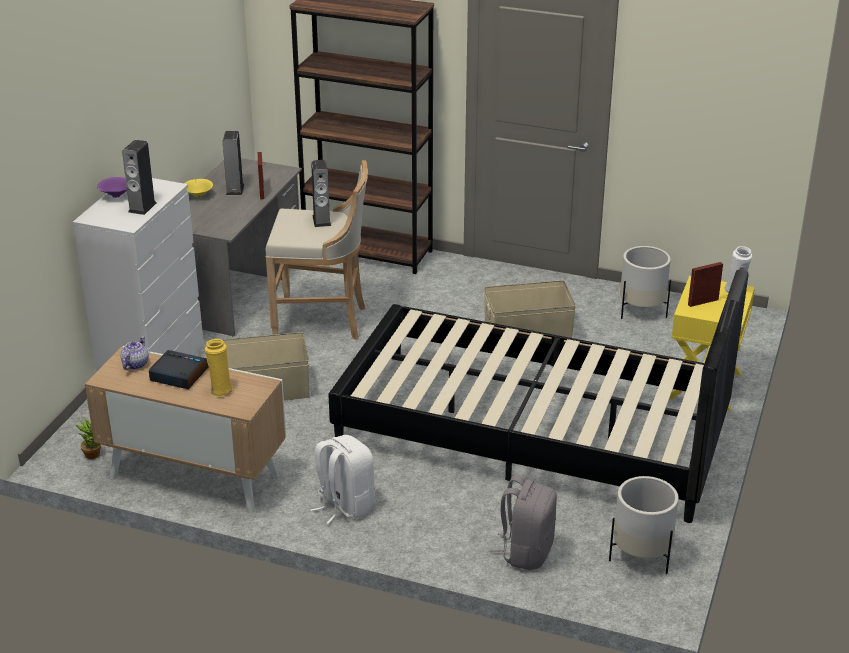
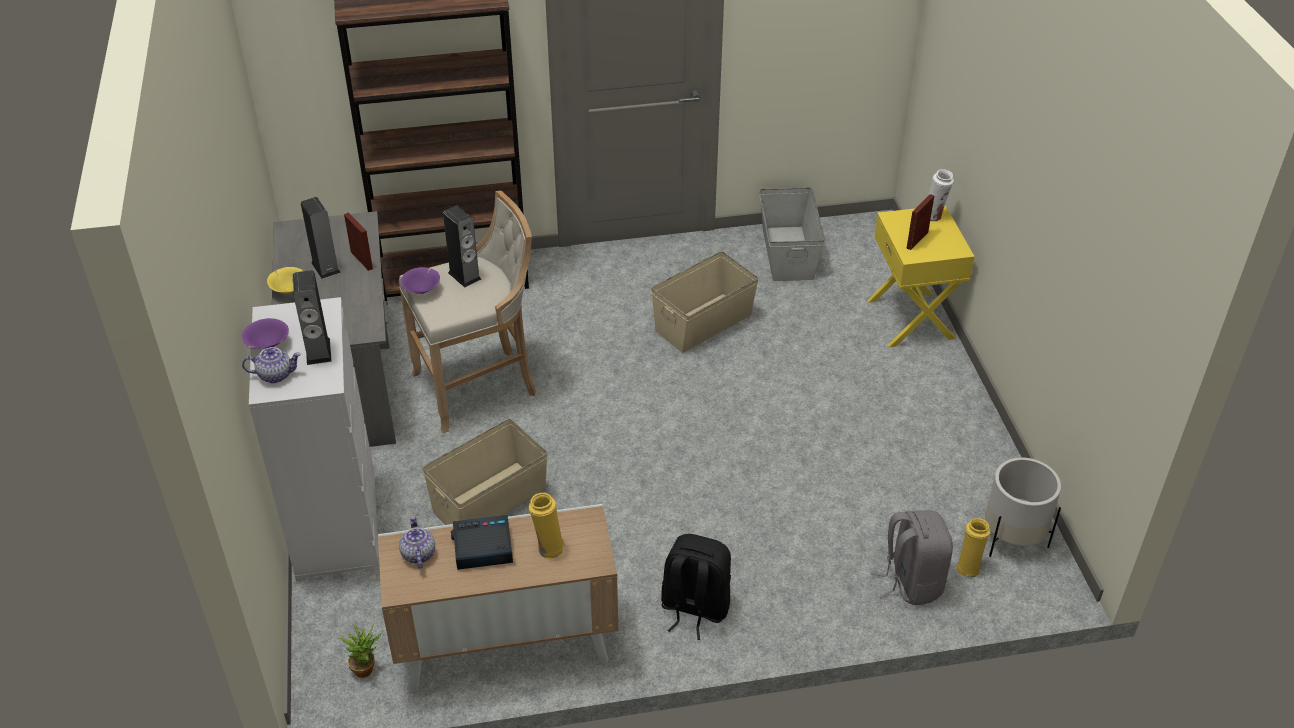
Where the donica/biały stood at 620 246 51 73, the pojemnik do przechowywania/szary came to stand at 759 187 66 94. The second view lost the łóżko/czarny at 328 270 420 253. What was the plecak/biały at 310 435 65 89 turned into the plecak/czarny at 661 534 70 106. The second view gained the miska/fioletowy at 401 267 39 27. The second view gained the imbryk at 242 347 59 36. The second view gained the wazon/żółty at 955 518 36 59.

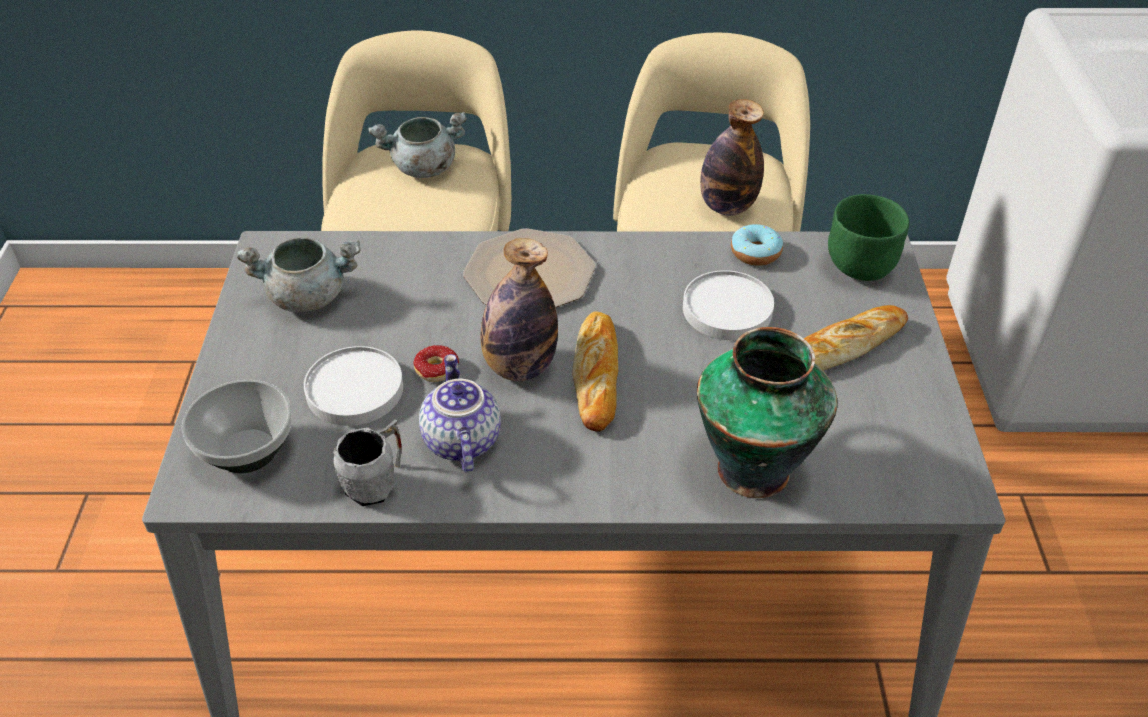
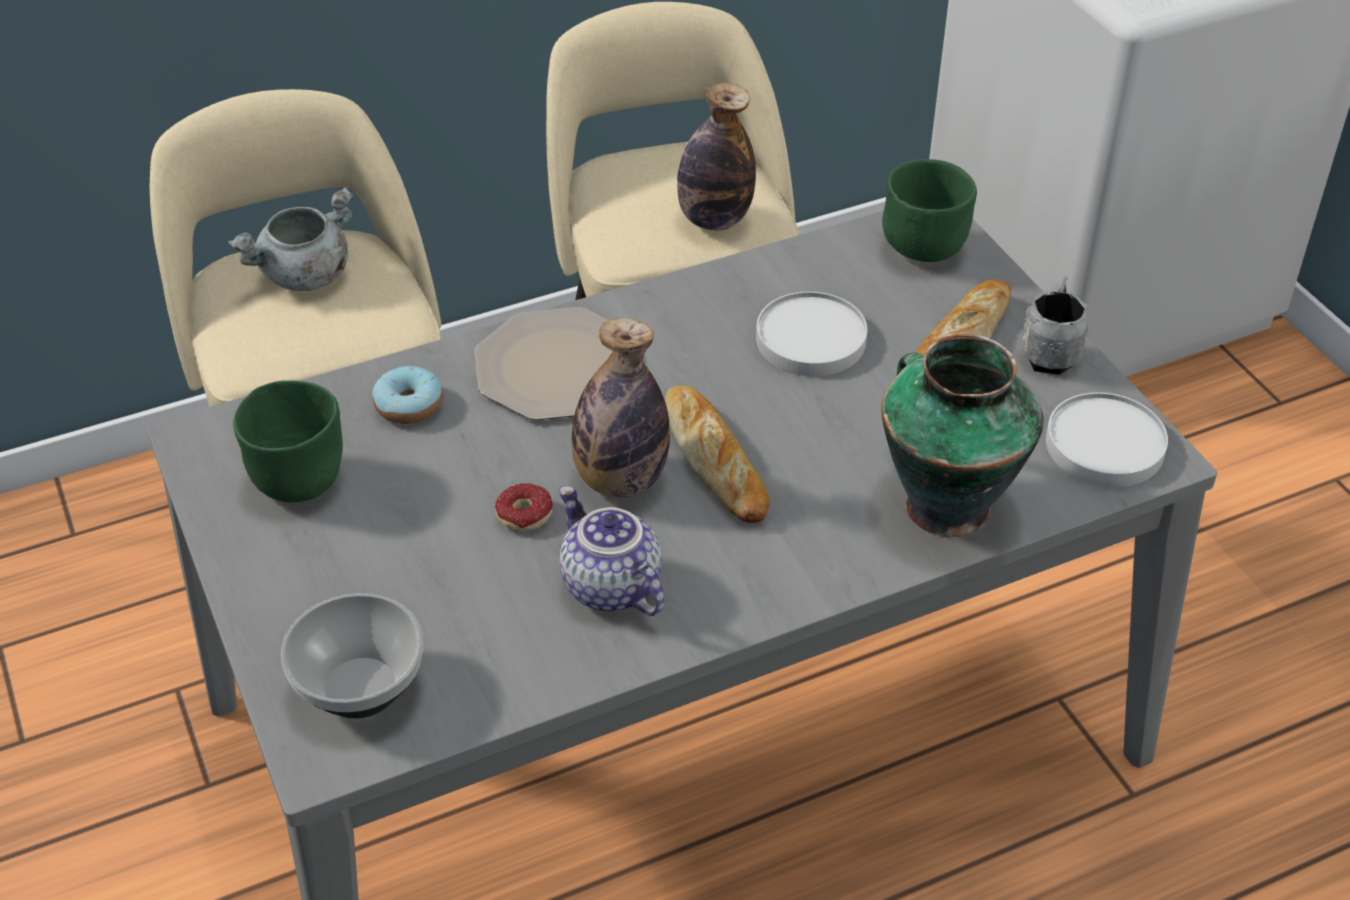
The donut ended up elsewhere, having gone from 731 224 52 42 to 372 366 71 58. Where the garnek/szary stood at 237 237 124 75, the miska/zielony came to stand at 233 380 110 122. The talerz/biały ended up elsewhere, having gone from 304 346 99 80 to 1046 392 122 95. The kubek/szary ended up elsewhere, having gone from 333 420 69 86 to 1021 277 67 98.

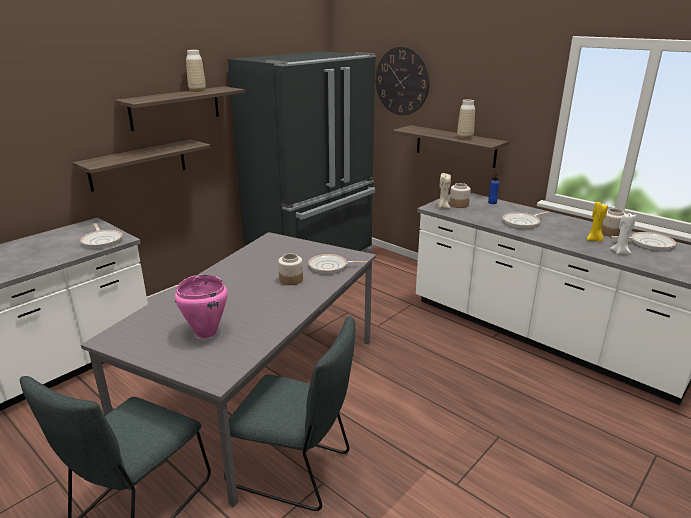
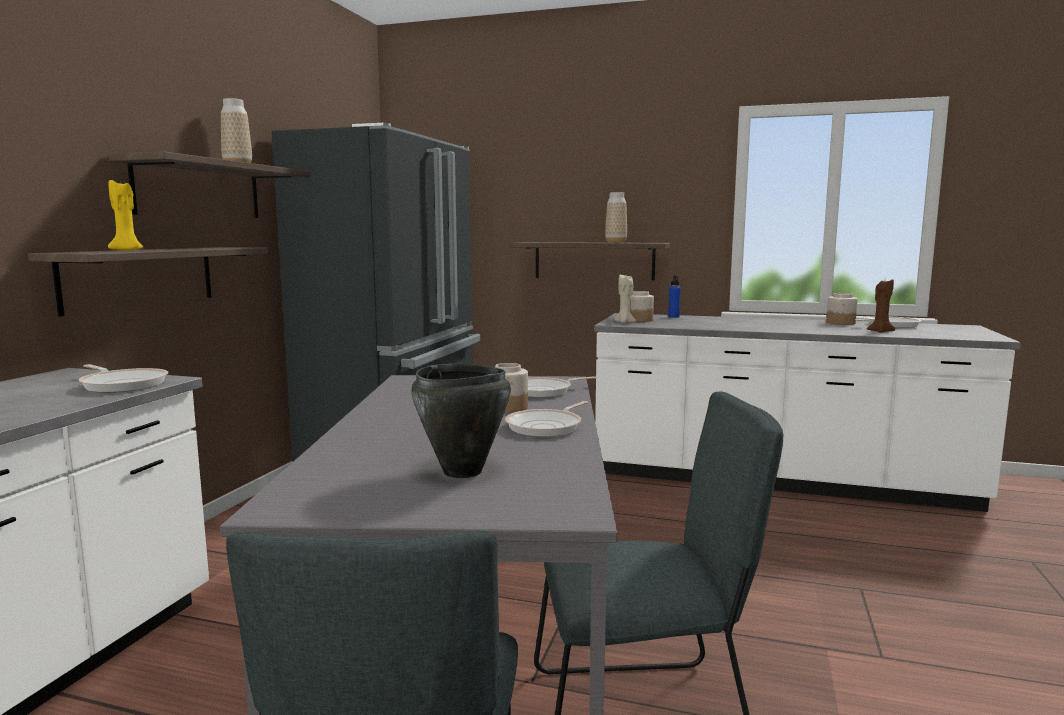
The second view lost the zegar ścienny at 375 46 55 69. The świeca/żółty ended up elsewhere, having gone from 587 202 21 40 to 108 180 35 70. The patelnia ended up elsewhere, having gone from 503 211 46 17 to 505 401 83 36. What was the świeca/biały at 610 213 26 42 turned into the świeca/brązowy at 867 279 28 54. What was the garnek/różowy at 175 274 53 64 turned into the garnek/czarny at 411 364 100 114.

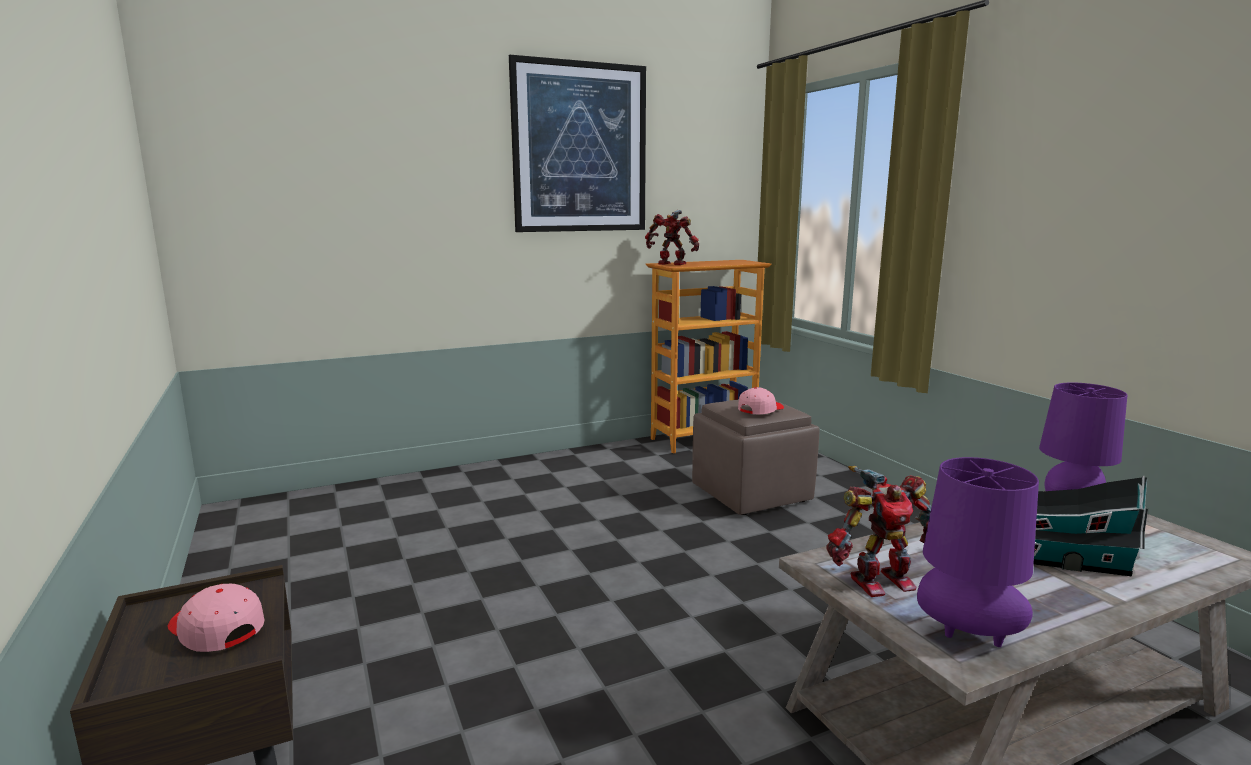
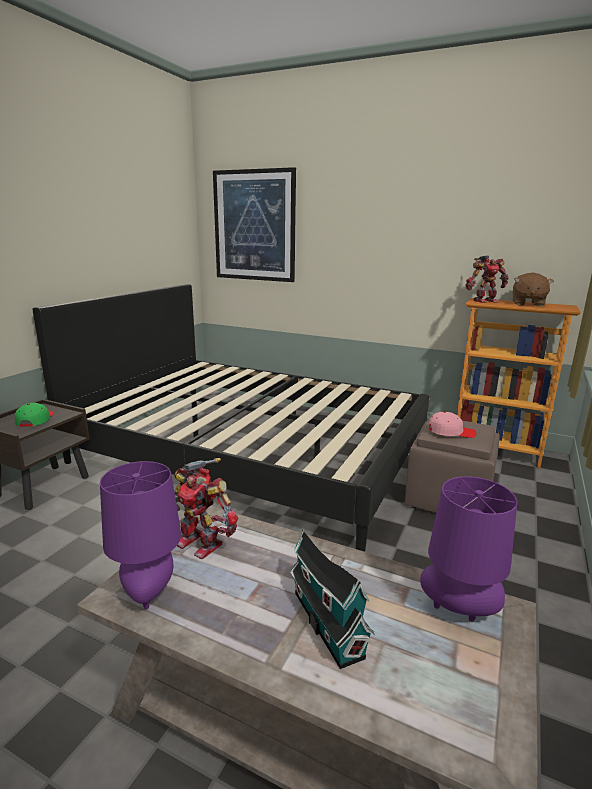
The obraz ended up elsewhere, having gone from 509 55 137 177 to 213 167 83 115. The robot zabawkowy at 645 210 54 55 ended up facing another way, 90 degrees clockwise from before. What was the czapka z daszkiem/różowy at 168 584 97 68 turned into the czapka z daszkiem/zielony at 15 403 39 24. The second view gained the pluszak/brązowy at 513 273 41 34. The second view gained the łóżko/czarny at 33 284 396 268.

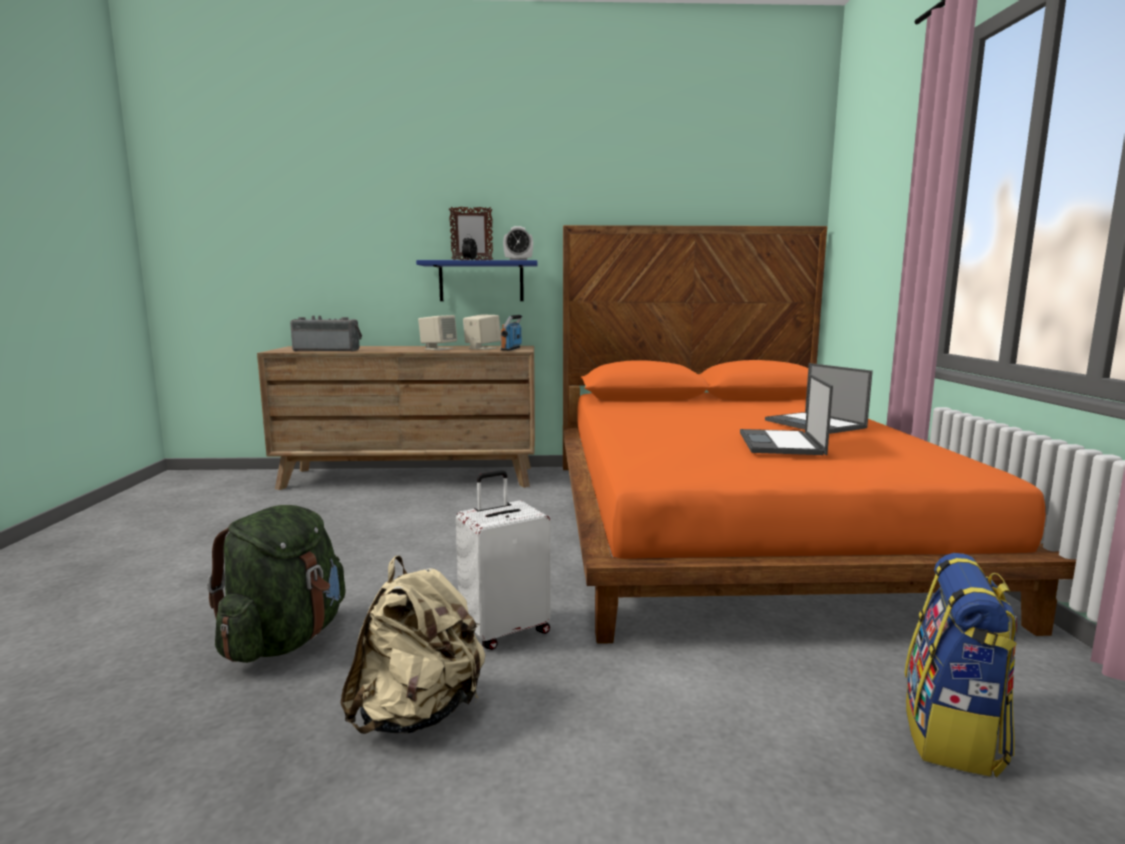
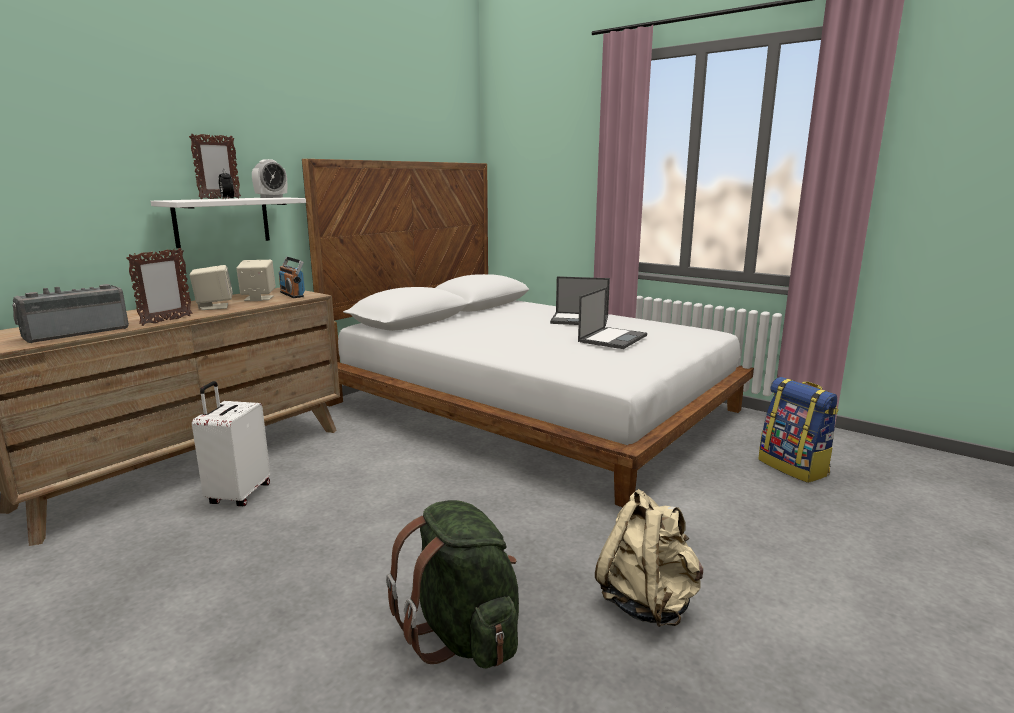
What was the łóżko/pomarańczowy at 563 225 513 419 turned into the łóżko/biały at 302 159 452 348. What was the półka/niebieski at 416 260 122 41 turned into the półka/biały at 150 197 156 51. The laptop at 740 374 93 81 ended up facing another way, 105 degrees counterclockwise from before. The walizka/biały ended up elsewhere, having gone from 456 470 95 180 to 192 381 78 125. The second view gained the ramka na zdjęcie at 126 248 66 78.

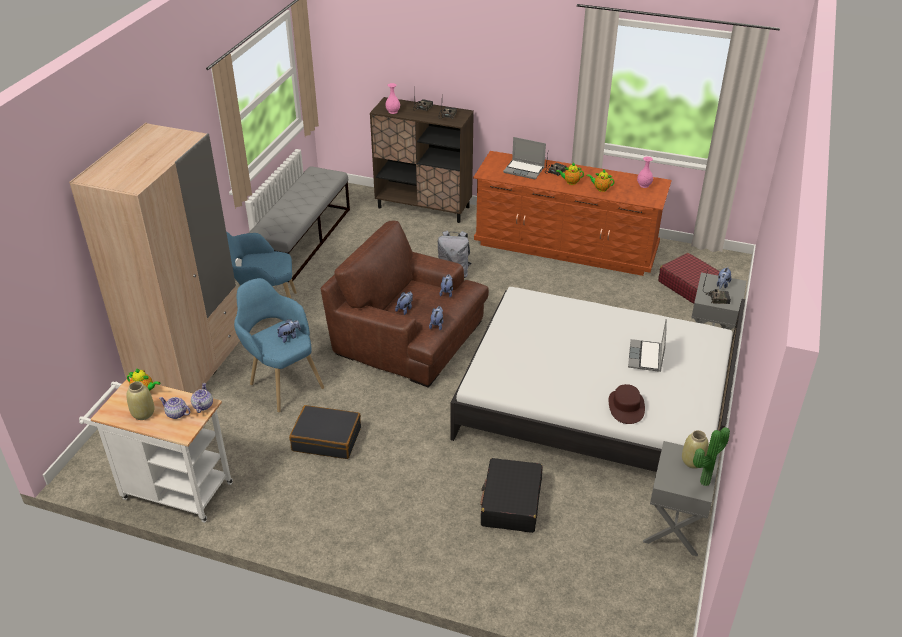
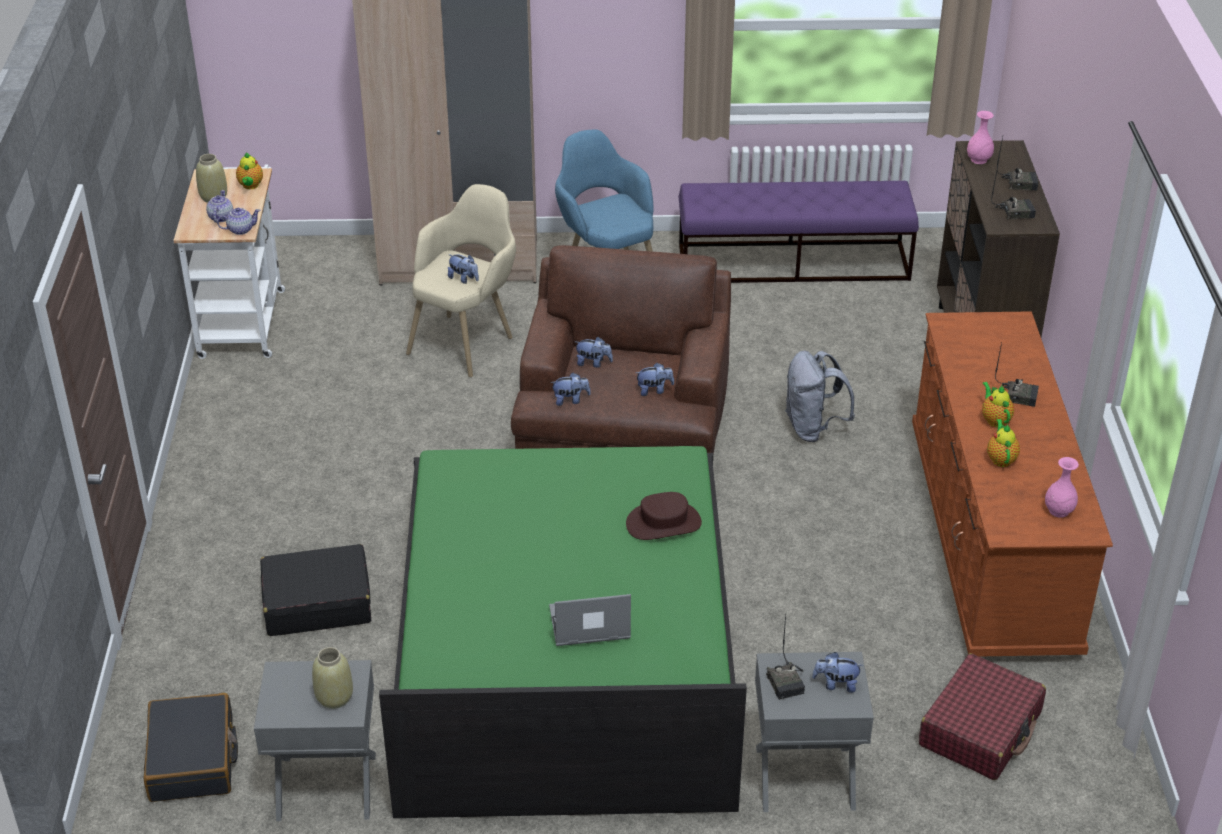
The second view lost the laptop at 503 137 43 42. What was the ławka/szary at 249 166 101 116 turned into the ławka/fioletowy at 678 181 241 102. What was the fotel/niebieski at 234 278 90 134 turned into the fotel/beżowy at 406 184 110 193. What was the łóżko/biały at 451 287 294 185 turned into the łóżko/zielony at 379 446 368 372. The kapelusz/brązowy ended up elsewhere, having gone from 609 384 36 40 to 626 492 76 48. The walizka/czarny ended up elsewhere, having gone from 289 405 72 54 to 144 693 94 109. The second view lost the roślina doniczkowa at 693 427 37 59.

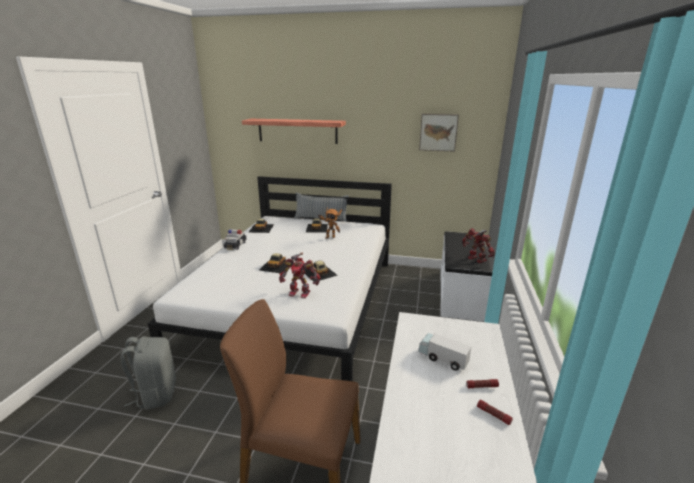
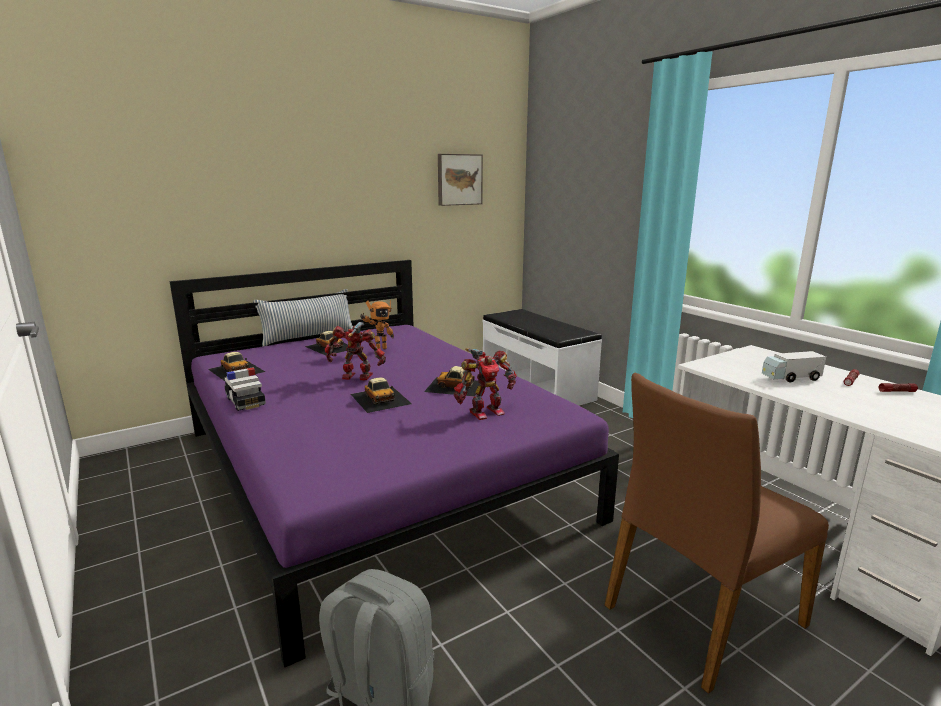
The second view lost the półka at 242 119 104 25. What was the łóżko/biały at 148 176 244 205 turned into the łóżko/fioletowy at 169 260 450 408. The robot zabawkowy ended up elsewhere, having gone from 462 228 33 35 to 325 322 61 58.

